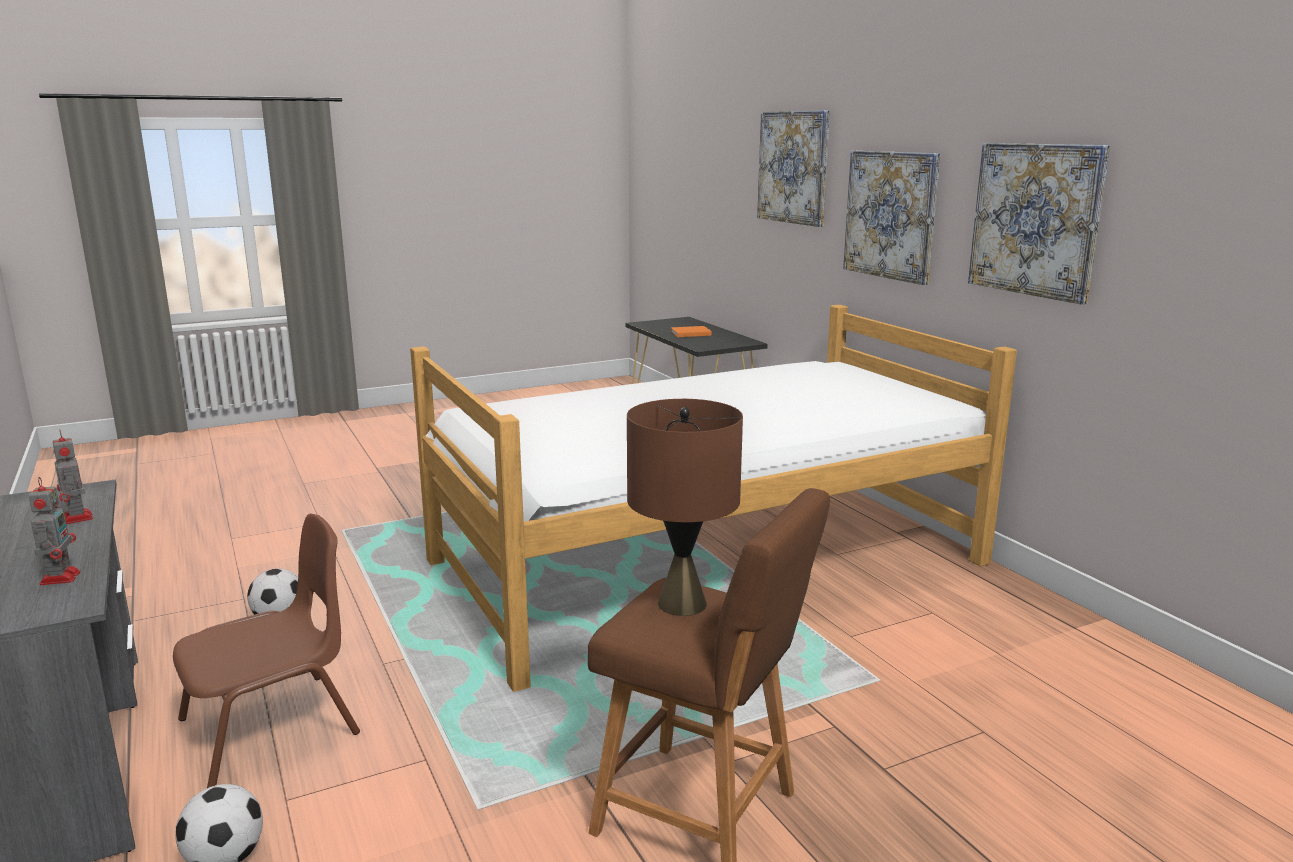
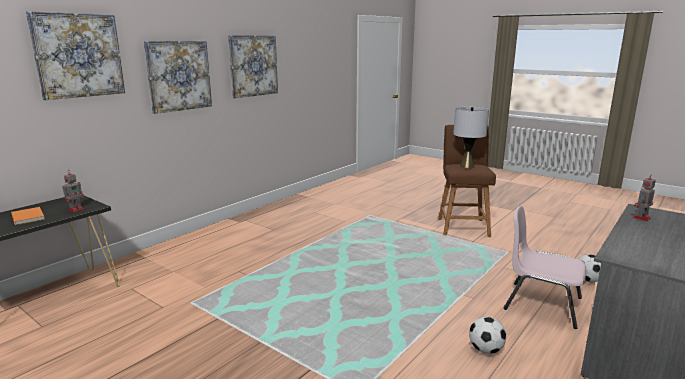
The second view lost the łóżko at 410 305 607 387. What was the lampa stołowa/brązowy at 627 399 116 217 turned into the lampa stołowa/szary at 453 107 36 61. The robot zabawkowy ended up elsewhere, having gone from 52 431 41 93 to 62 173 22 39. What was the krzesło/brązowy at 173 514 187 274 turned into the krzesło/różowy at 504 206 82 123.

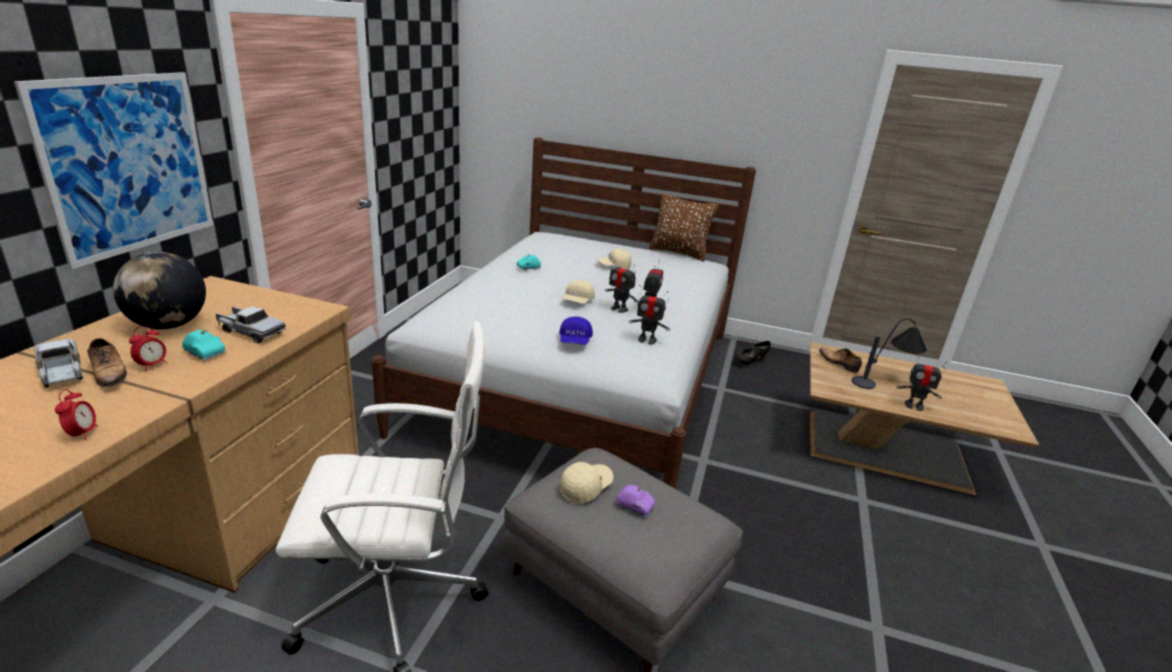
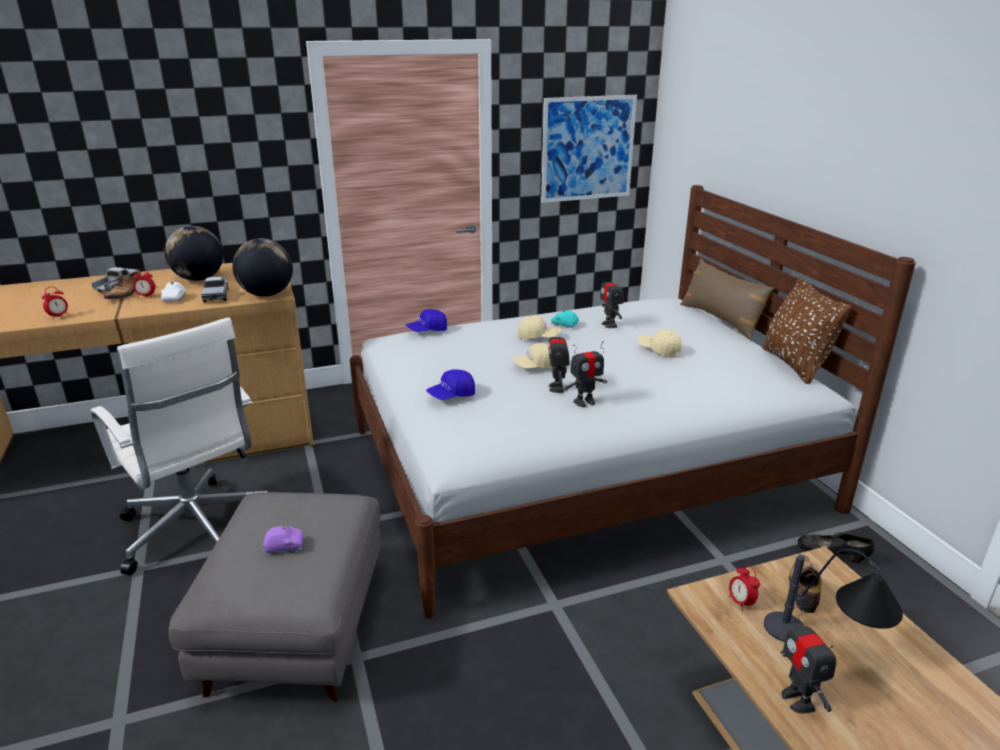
The obraz ended up elsewhere, having gone from 14 72 199 197 to 541 95 96 108. The robot zabawkowy ended up elsewhere, having gone from 629 285 41 59 to 600 280 24 48. What was the samochodzik/turkusowy at 182 329 44 32 turned into the samochodzik/biały at 161 281 25 21. The czapka z daszkiem/beżowy ended up elsewhere, having gone from 560 462 53 42 to 518 315 43 24. The samochodzik/fioletowy at 615 485 40 33 ended up facing another way, 90 degrees counterclockwise from before. The second view gained the globus at 232 238 61 59. The second view gained the poduszka/brązowy at 680 258 94 82. The second view gained the czapka z daszkiem/niebieski at 406 309 41 23. The second view gained the budzik at 728 565 32 46.

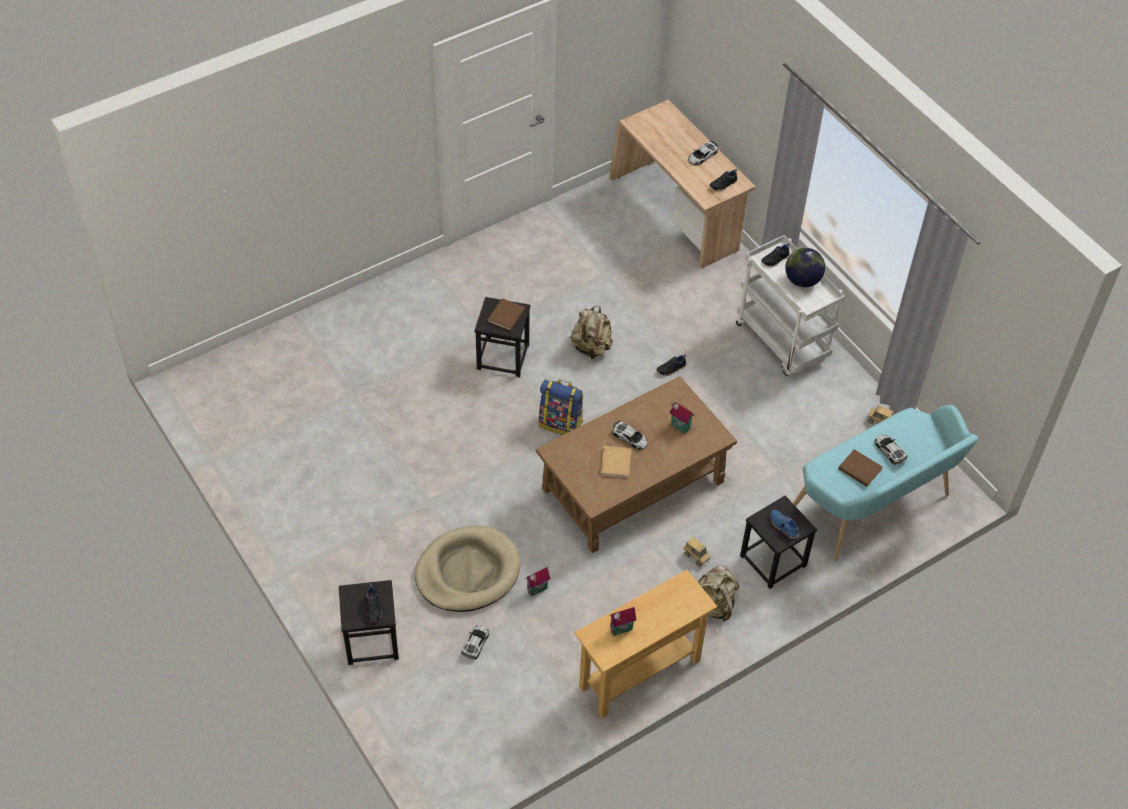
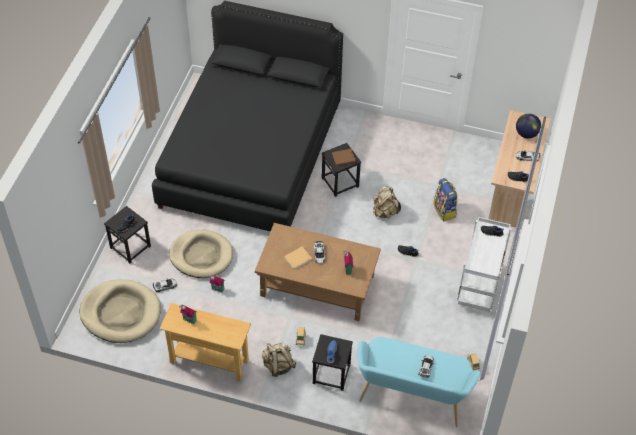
The globus ended up elsewhere, having gone from 785 248 40 39 to 516 113 25 26. The plecak ended up elsewhere, having gone from 539 380 44 55 to 433 178 25 43. The second view lost the książka/brązowy at 838 449 45 38. The second view gained the łóżko/czarny at 152 1 191 231. The second view gained the legowisko/beżowy at 79 279 82 64.

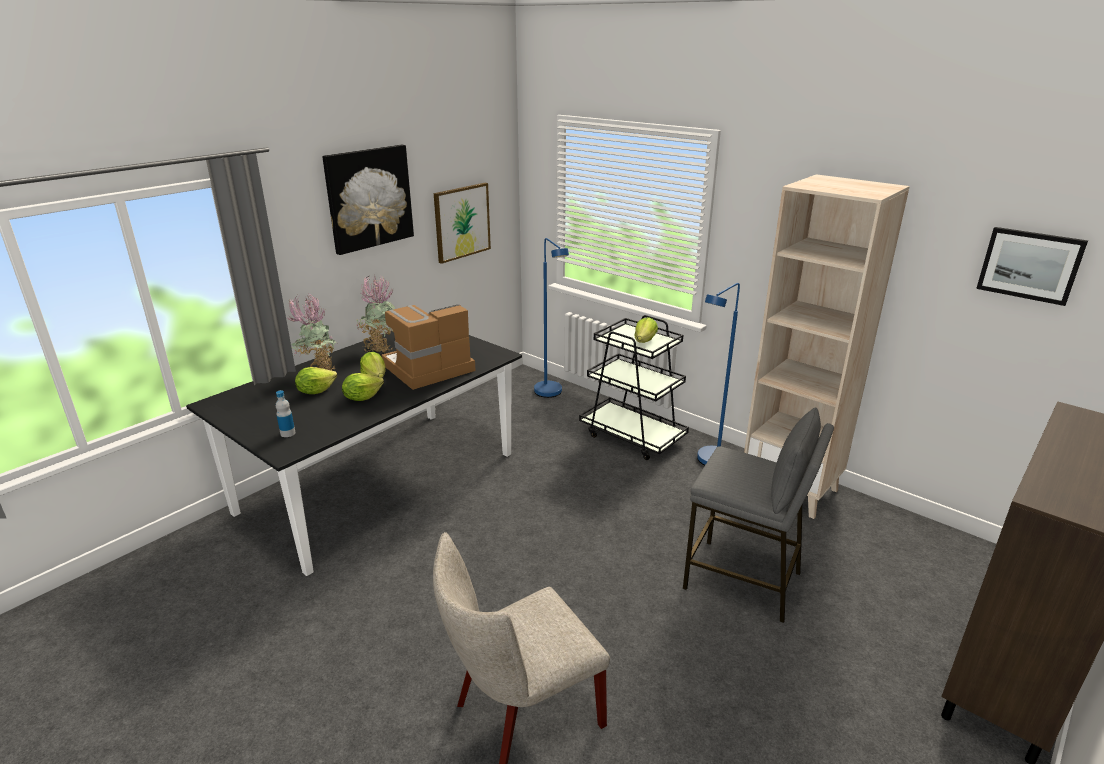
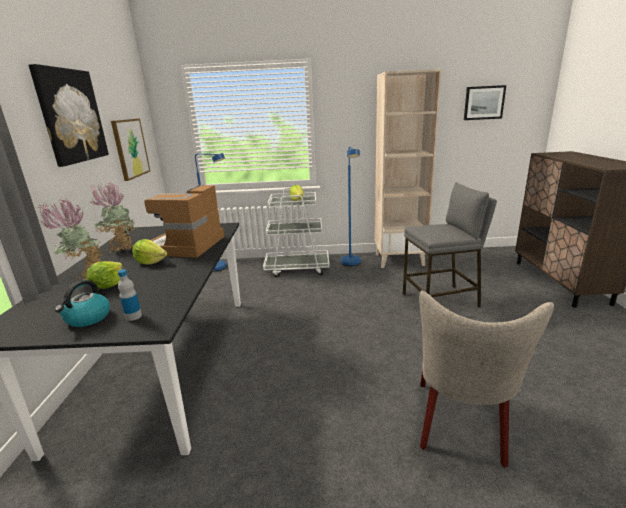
What was the wózek/czarny at 579 315 110 145 turned into the wózek/biały at 263 187 66 90. The second view lost the sałata at 342 373 42 28. The second view gained the czajnik at 55 280 55 47.

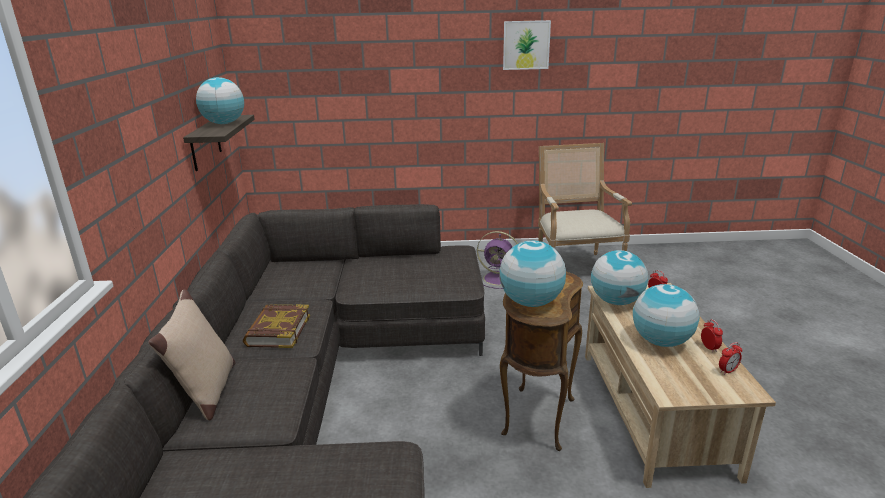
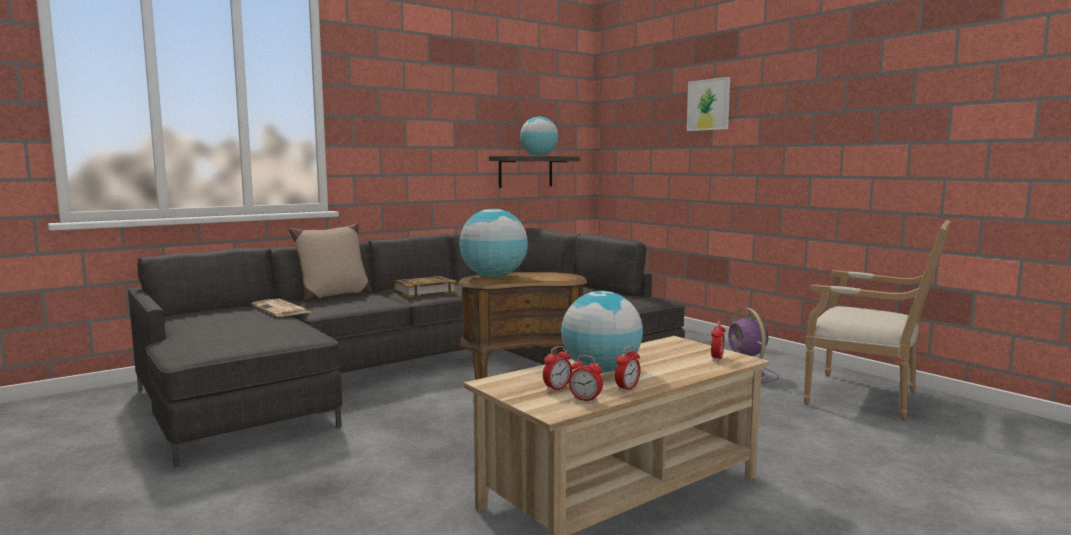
The obraz ended up elsewhere, having gone from 503 20 48 50 to 687 77 43 54. The fotel at 538 143 94 112 ended up facing another way, 75 degrees clockwise from before. The second view lost the globus at 591 250 57 55. The second view gained the gazeta at 251 299 59 18. The second view gained the budzik at 543 346 29 46.

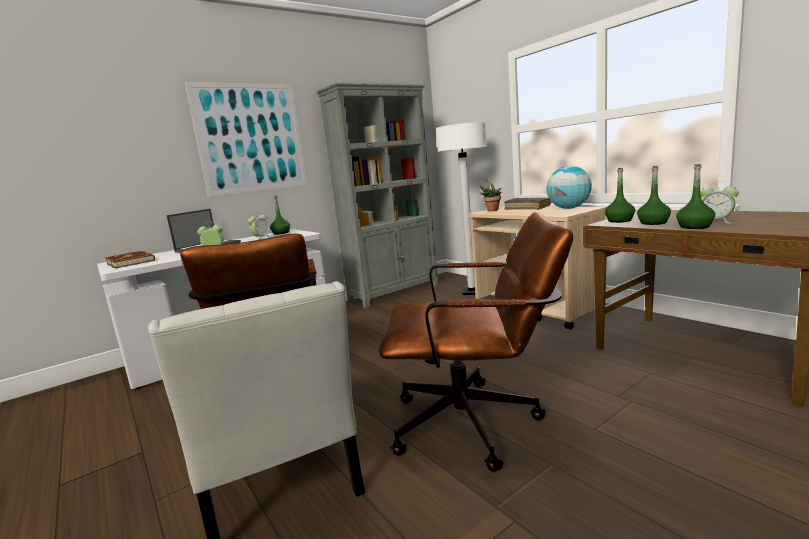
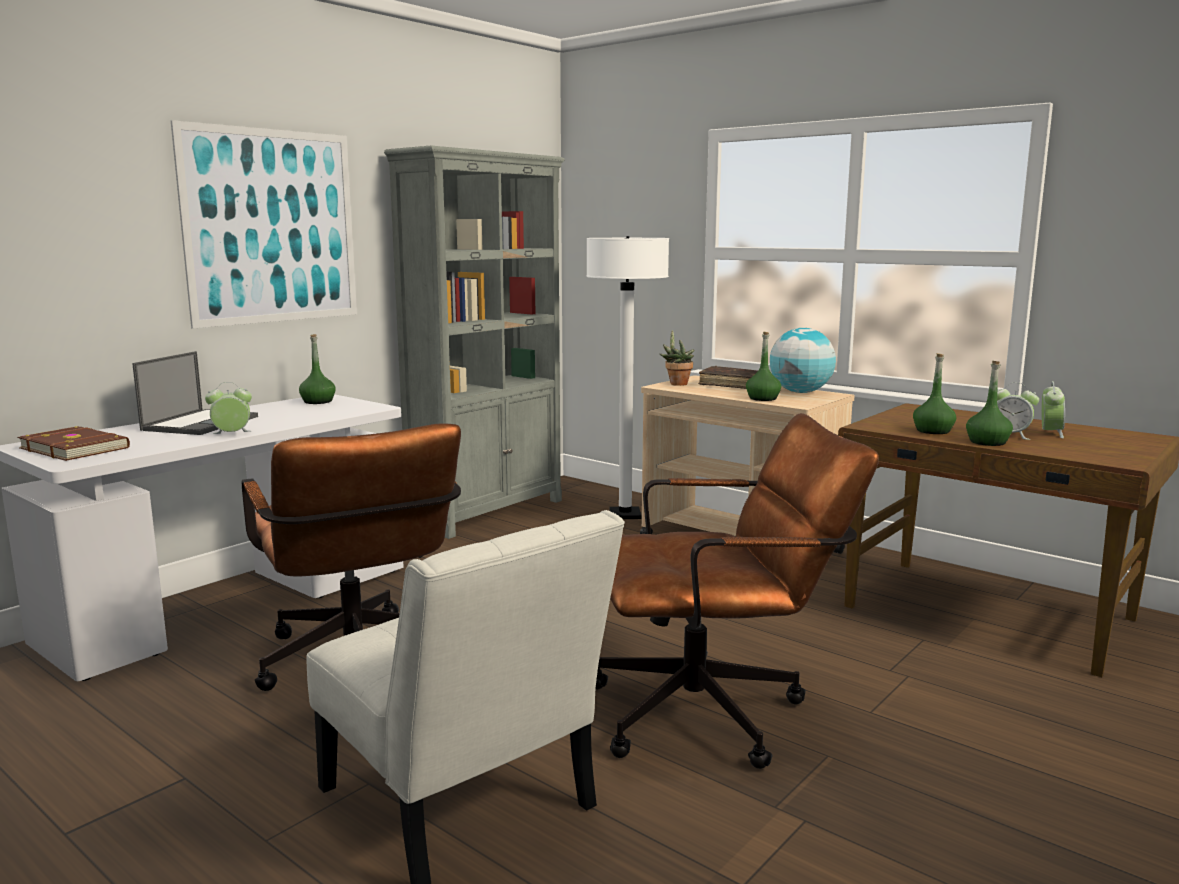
The butelka/zielony ended up elsewhere, having gone from 605 168 30 55 to 746 331 35 70. The budzik ended up elsewhere, having gone from 248 212 22 28 to 1041 381 24 57.

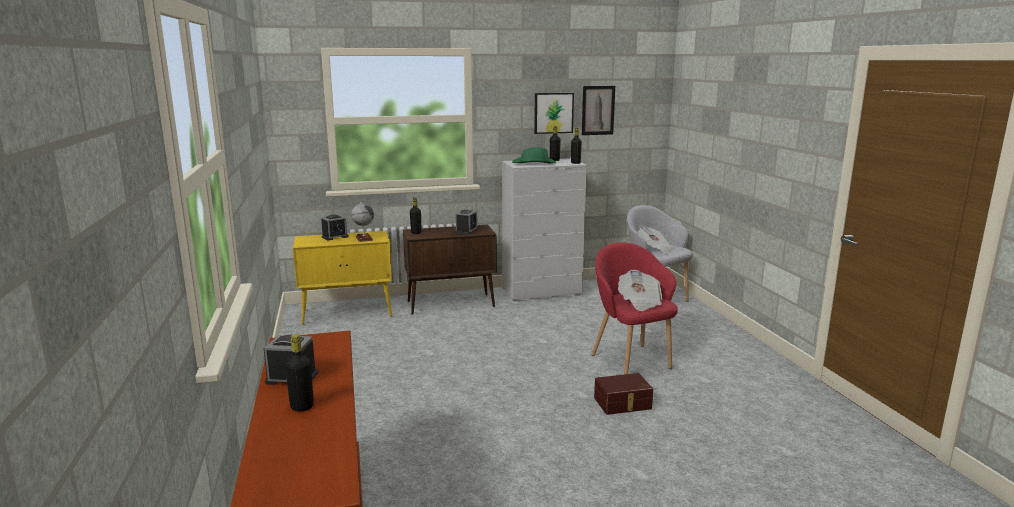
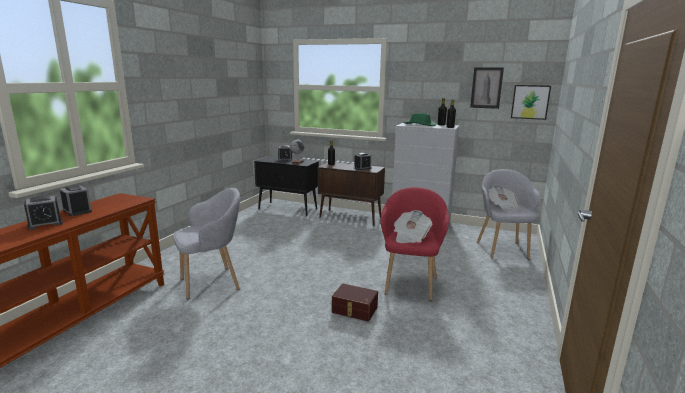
The obraz ended up elsewhere, having gone from 534 93 40 41 to 511 85 40 35. What was the szafka/żółty at 293 231 99 94 turned into the szafka/czarny at 254 156 65 60. Where the butelka/czarny stood at 285 334 29 77, the budzik came to stand at 24 196 39 34. The second view gained the fotel/szary at 173 188 67 111.

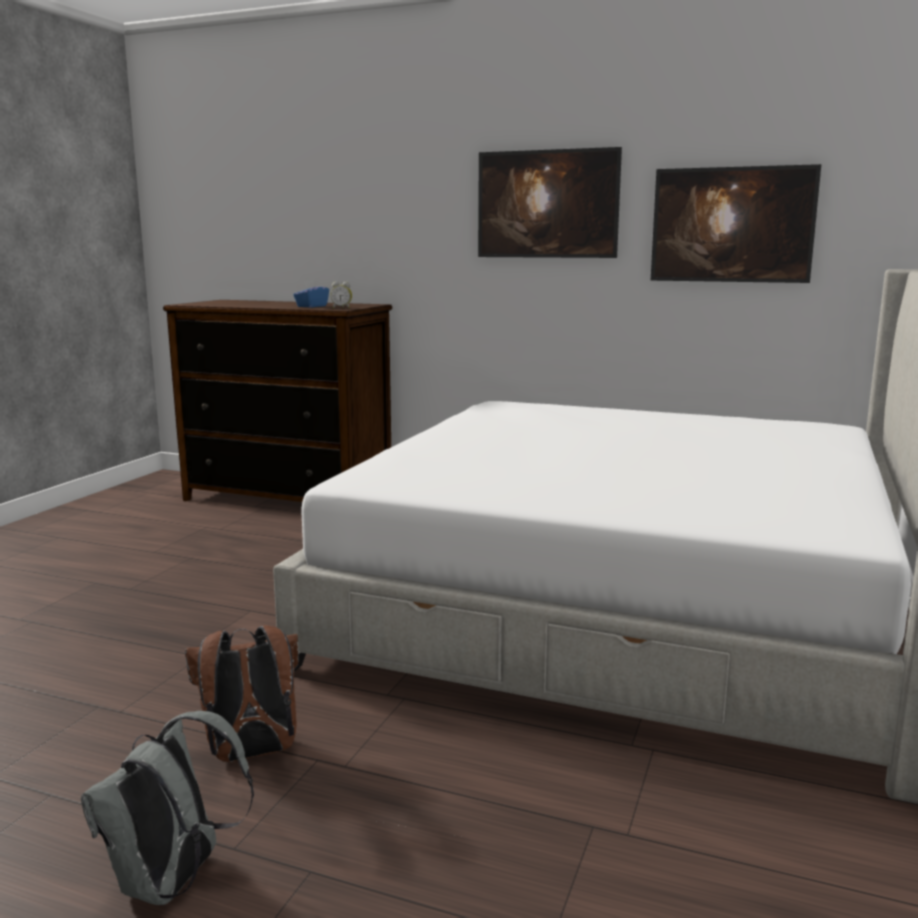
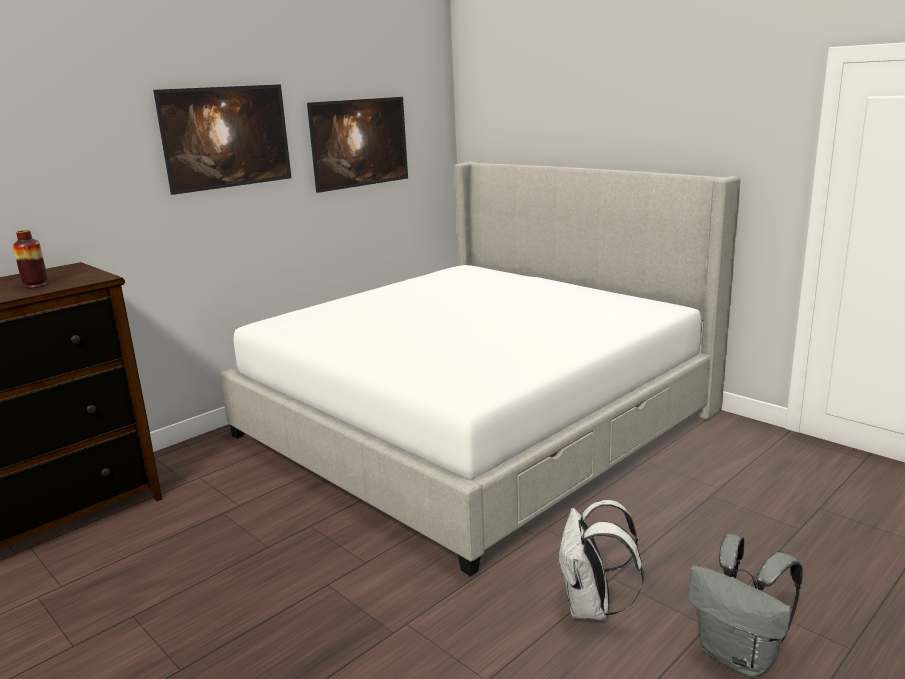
Where the pudełko chusteczek/niebieski stood at 293 280 36 28, the wazon came to stand at 13 230 35 58. The second view lost the budzik at 330 282 22 26. What was the plecak/brązowy at 185 625 114 137 turned into the plecak/biały at 557 500 87 120.

